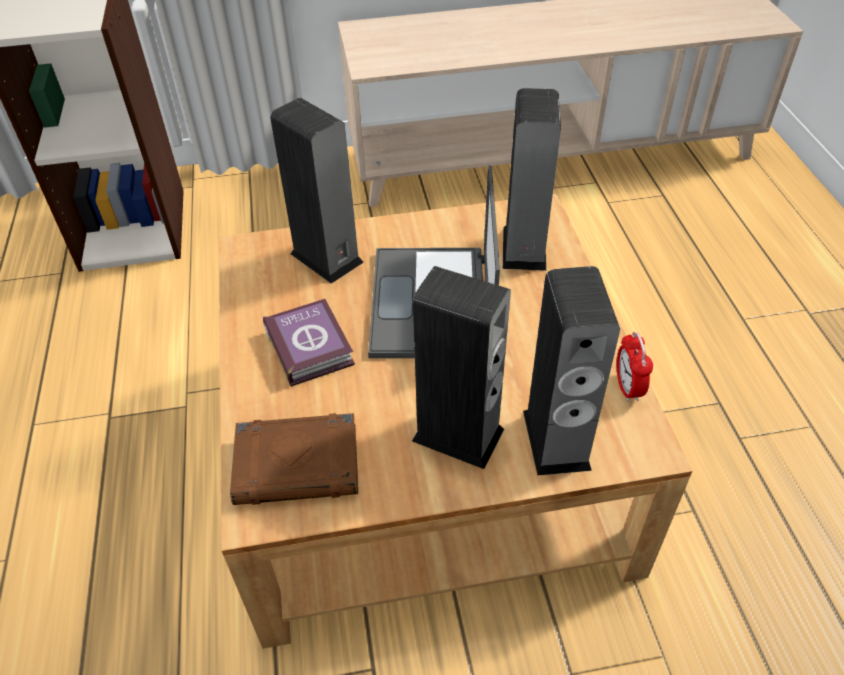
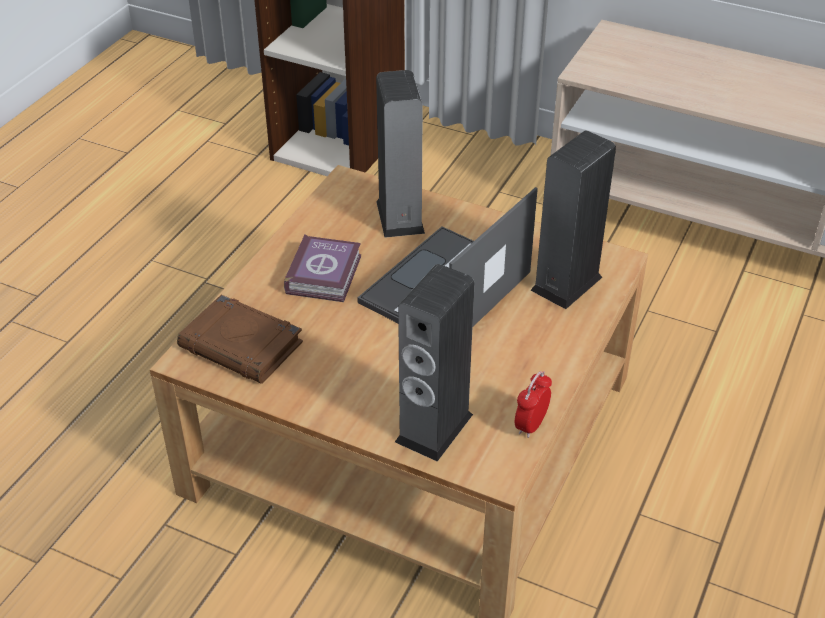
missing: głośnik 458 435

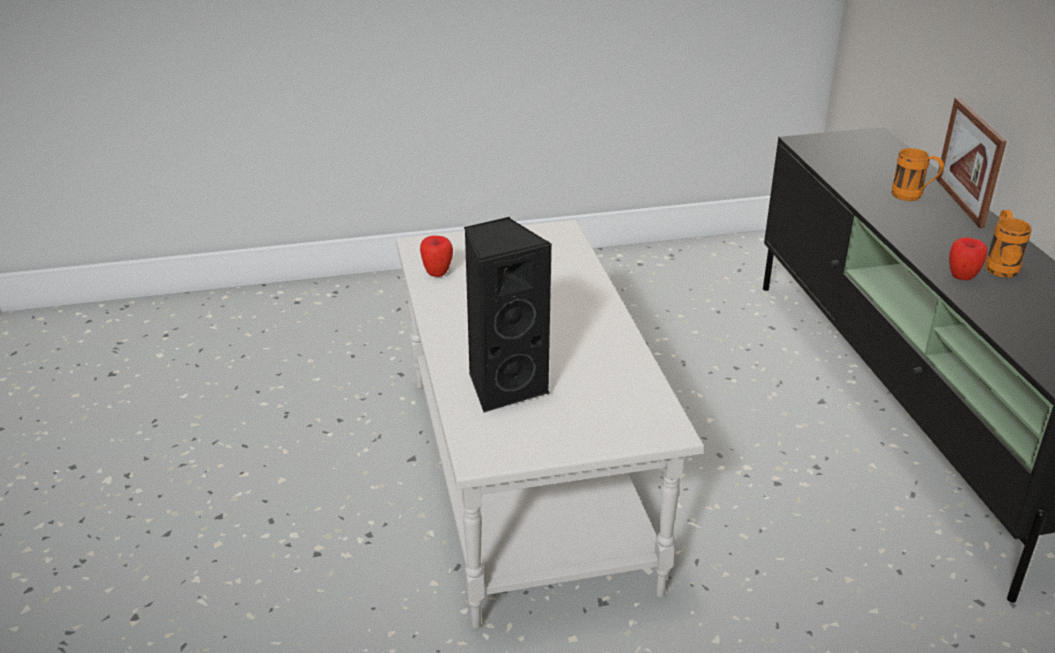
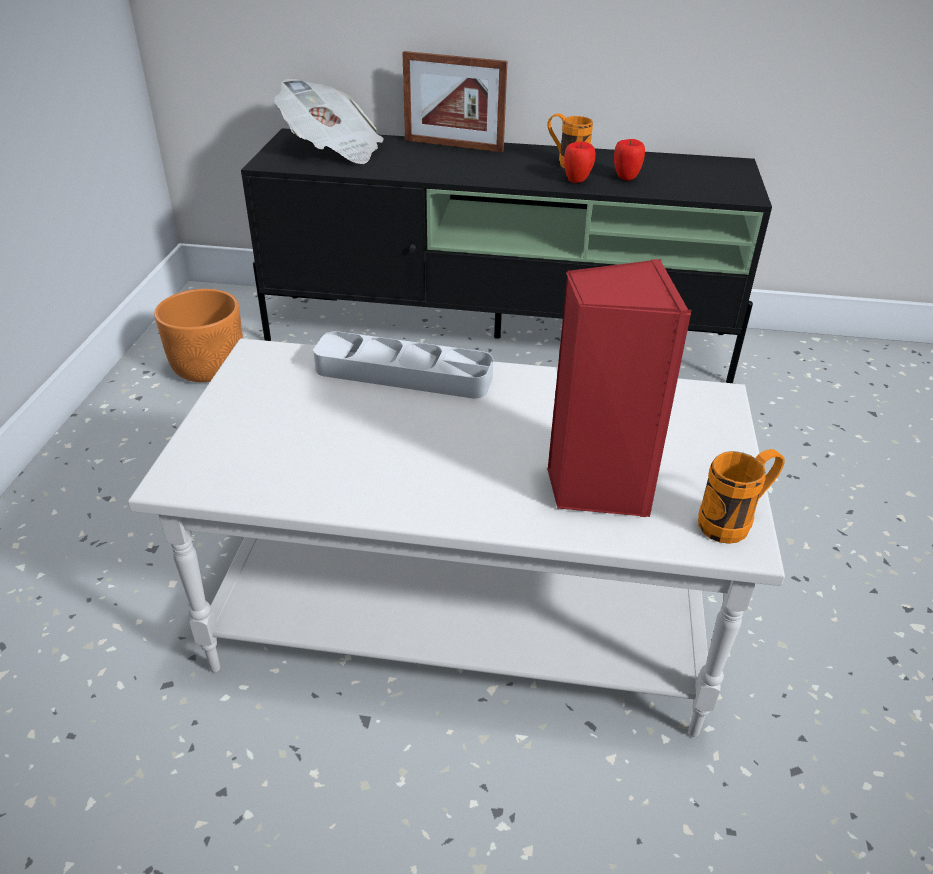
appeared: donica [pomarańczowy] 209 368; gazeta 333 149; taca [szary] 403 373
relocated: jabłko 437 273 to 626 177; kubek [pomarańczowy] 913 197 to 734 523
colour: głośnik [czarny] 504 386 to głośnik [czerwony] 596 486

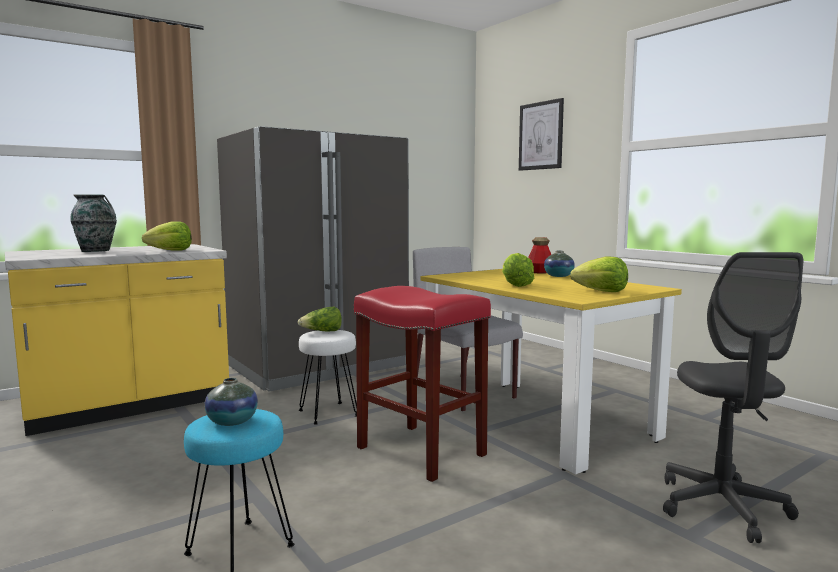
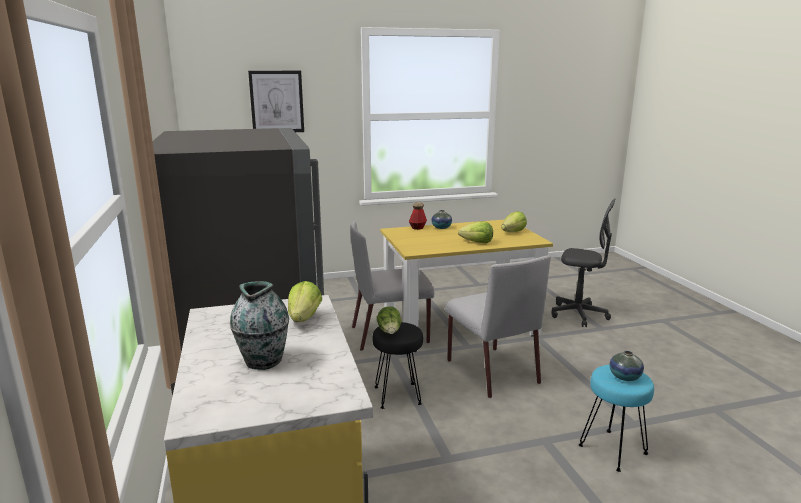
exchanged: stołek [czerwony] 419 451 to krzesło [szary] 491 371
colour: stołek [biały] 329 413 to stołek [czarny] 397 395

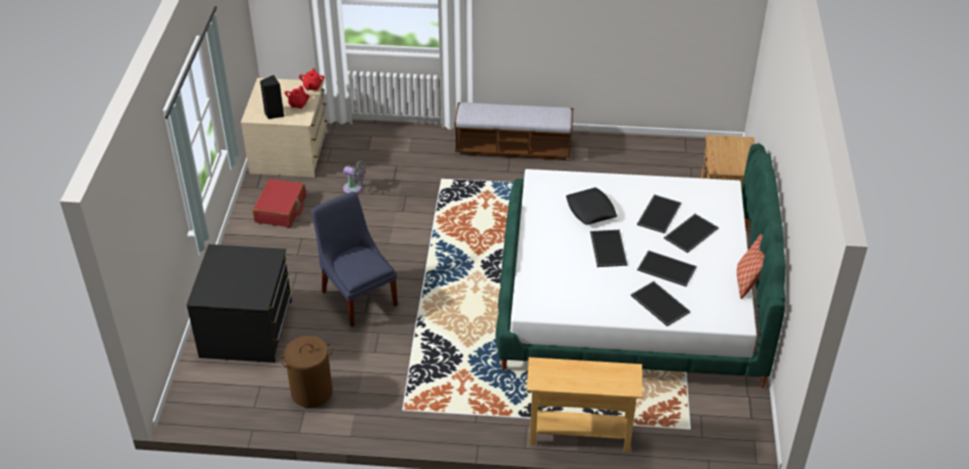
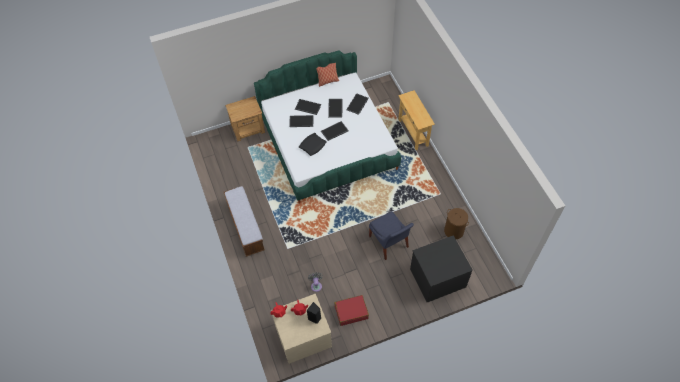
spun: krzesło [niebieski] 358 295 = 389 243 60 degrees counterclockwise

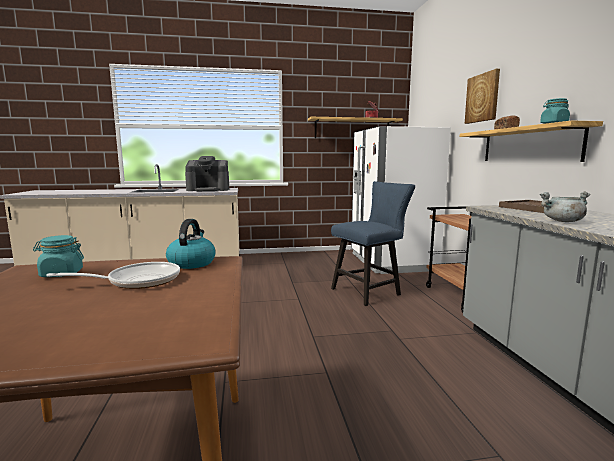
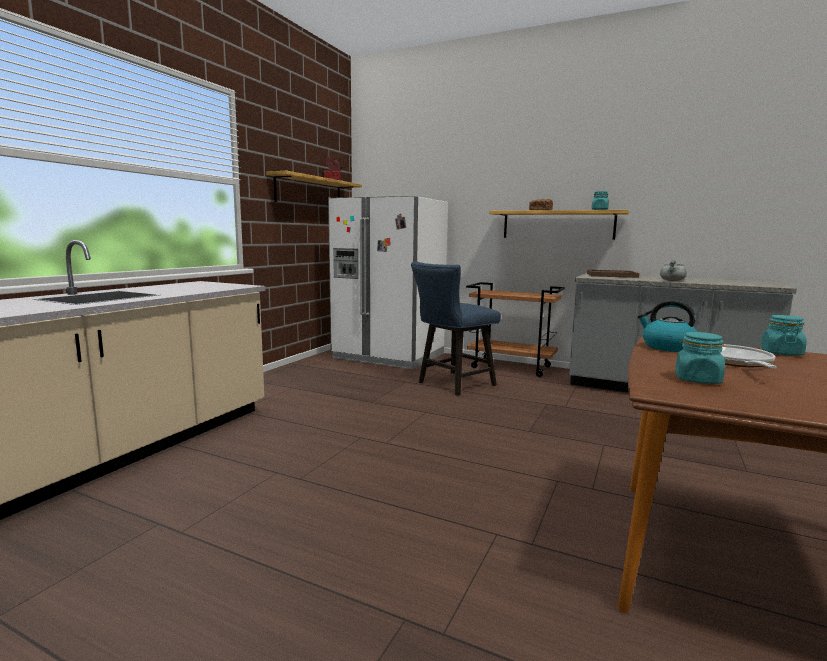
missing: ekspres do kawy 208 189; obraz 482 98
appeared: słoik [turkusowy] 781 353
spun: krzesło [niebieski] 369 291 = 452 384 135 degrees counterclockwise

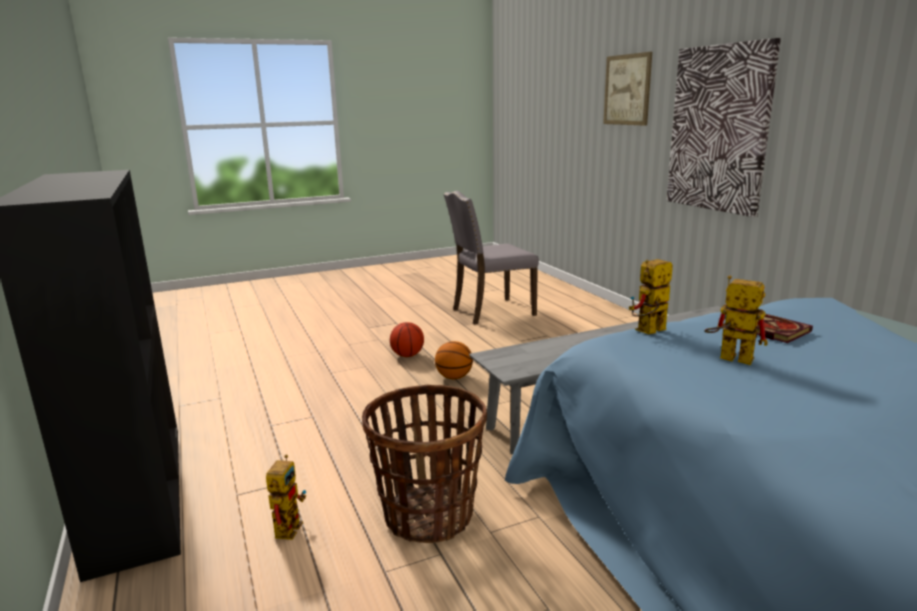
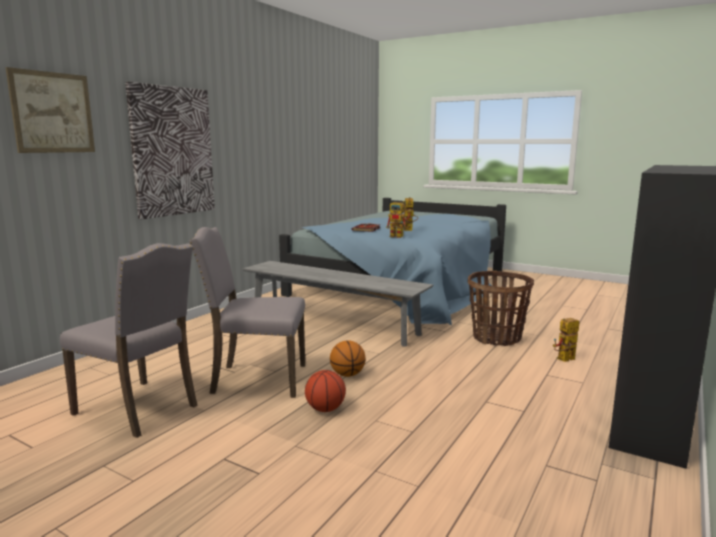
appeared: krzesło [szary] 257 379

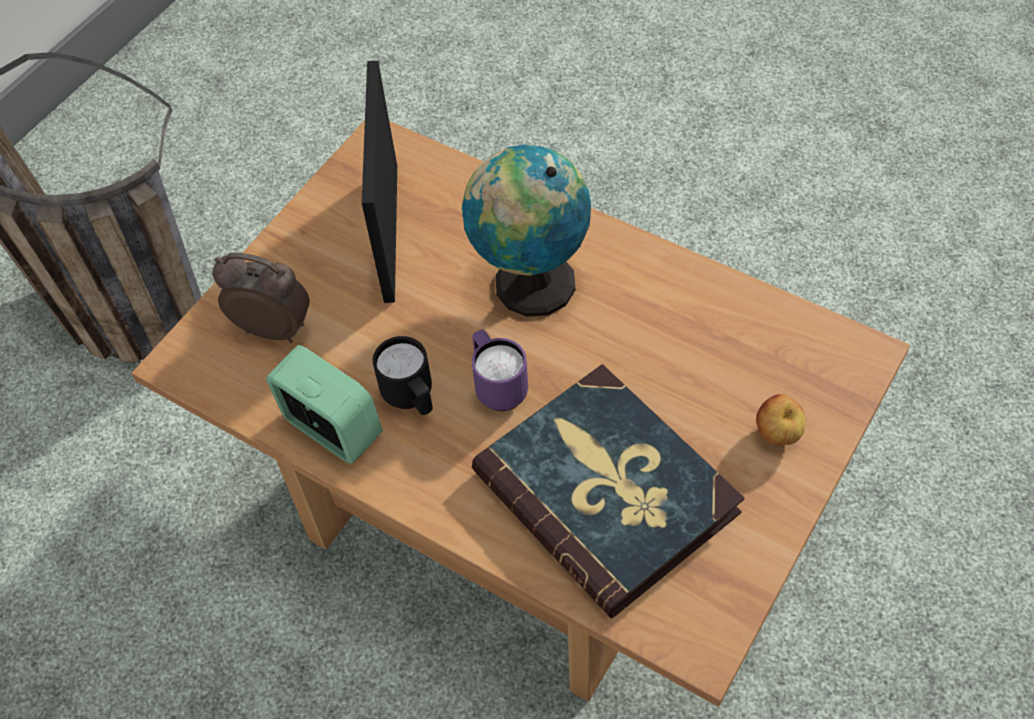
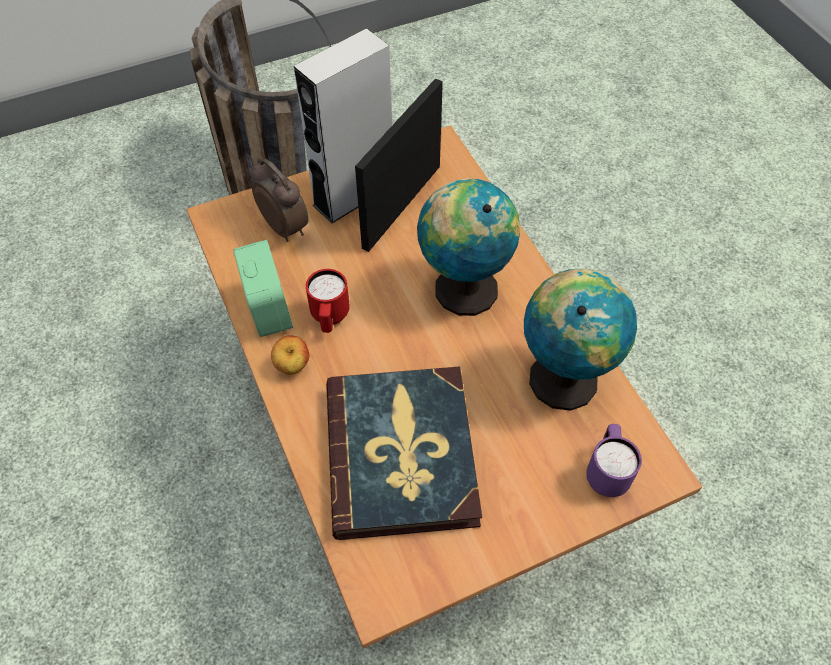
appeared: głośnik [szary] 354 194; globus 564 376
relocated: kubek [fioletowy] 498 387 to 606 472; jabłko 777 434 to 292 366
colour: kubek [czarny] 411 398 to kubek [czerwony] 329 318

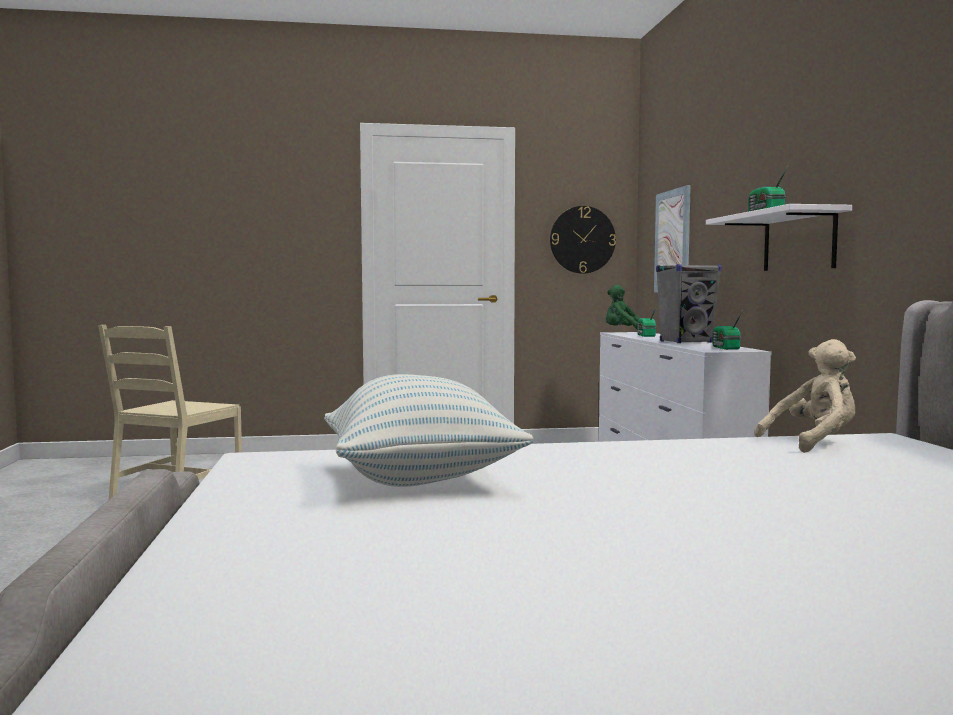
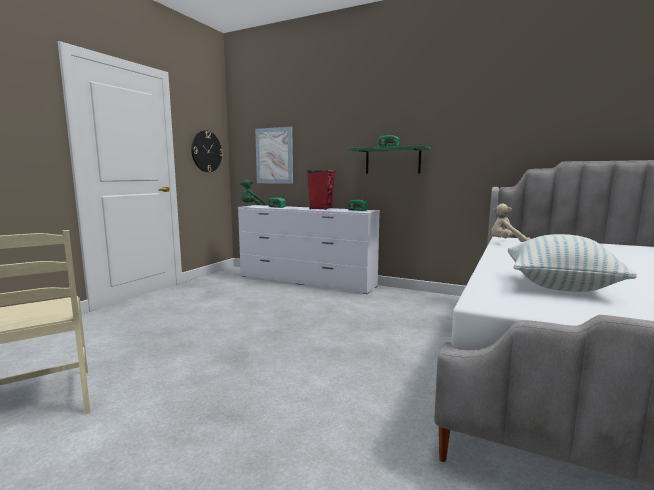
colour: głośnik [szary] 686 342 to głośnik [czerwony] 321 209; półka [biały] 799 241 to półka [zielony] 392 160
spun: pluszak [beżowy] 814 442 = 507 243 90 degrees counterclockwise

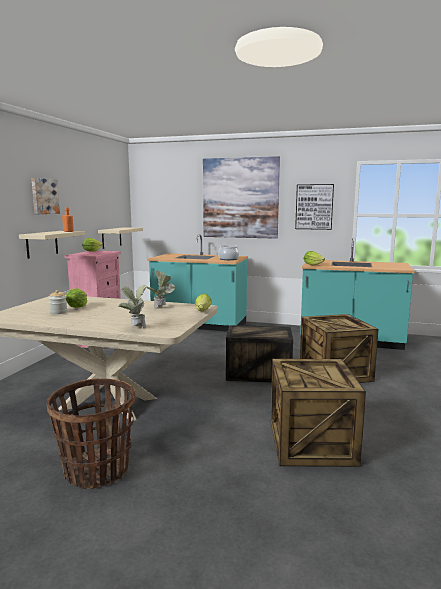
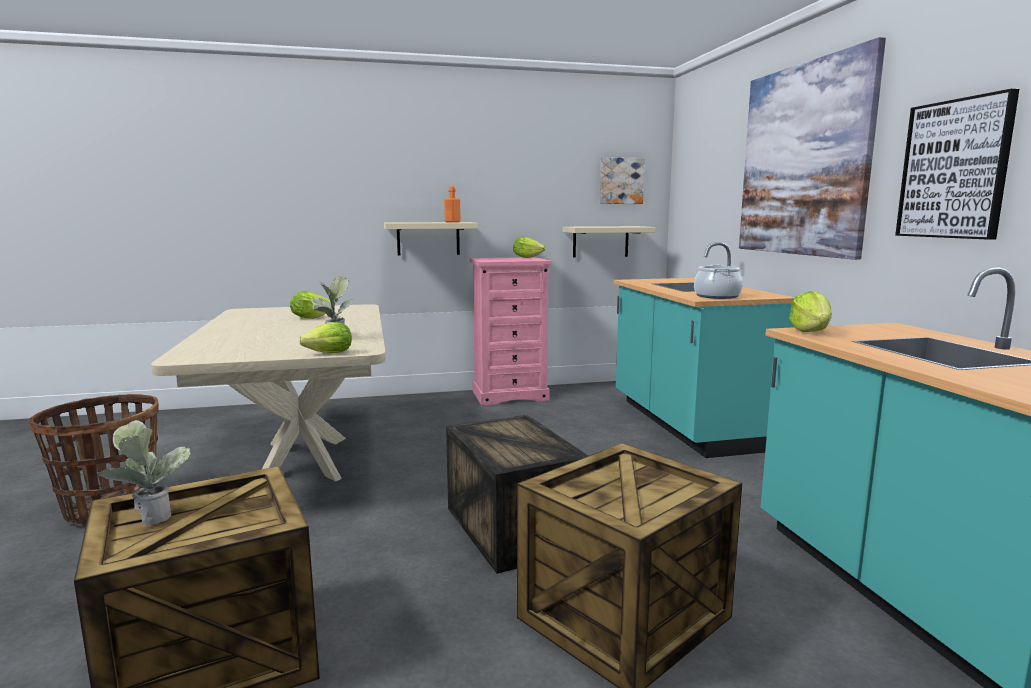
missing: słoik 58 312
relocated: obraz 44 196 to 621 181; roślina doniczkowa 135 328 to 150 516

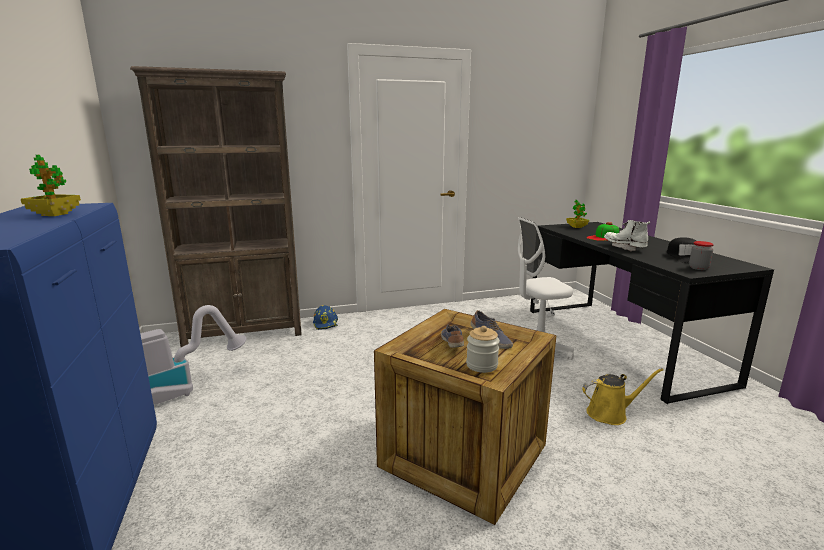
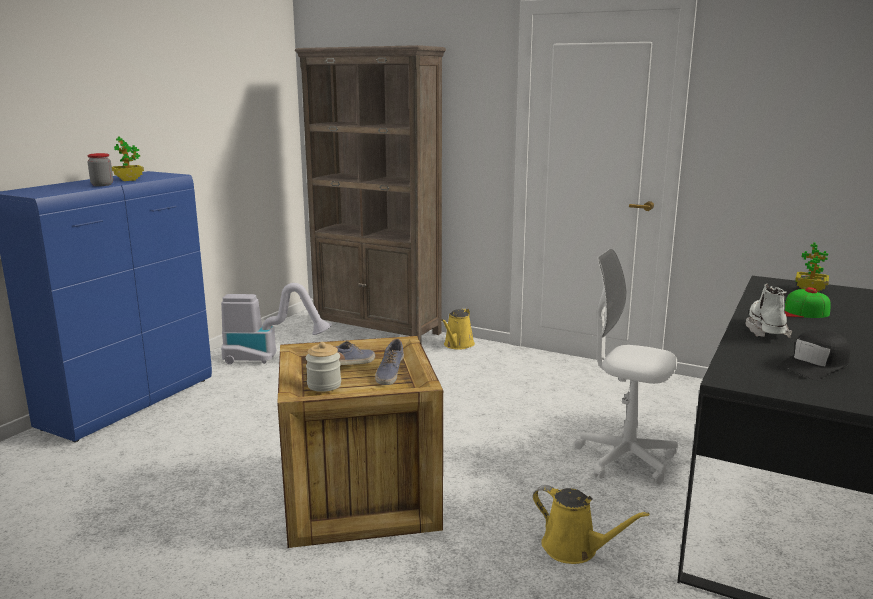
relocated: słoik 698 268 to 102 185
exchanged: kask [niebieski] 326 324 to konewka [żółty] 458 345

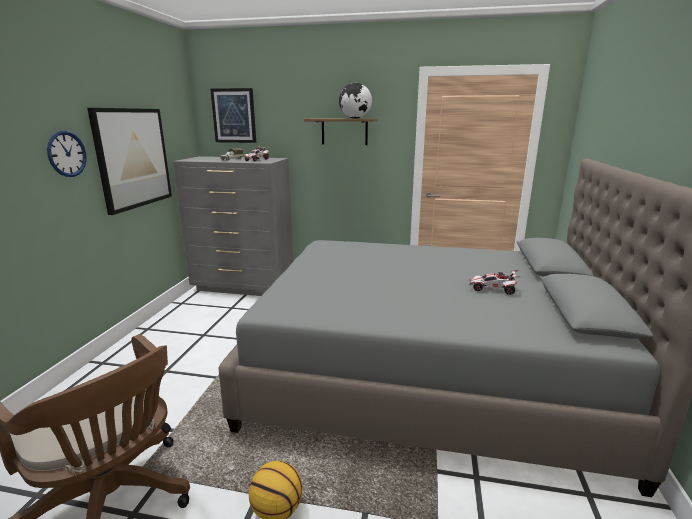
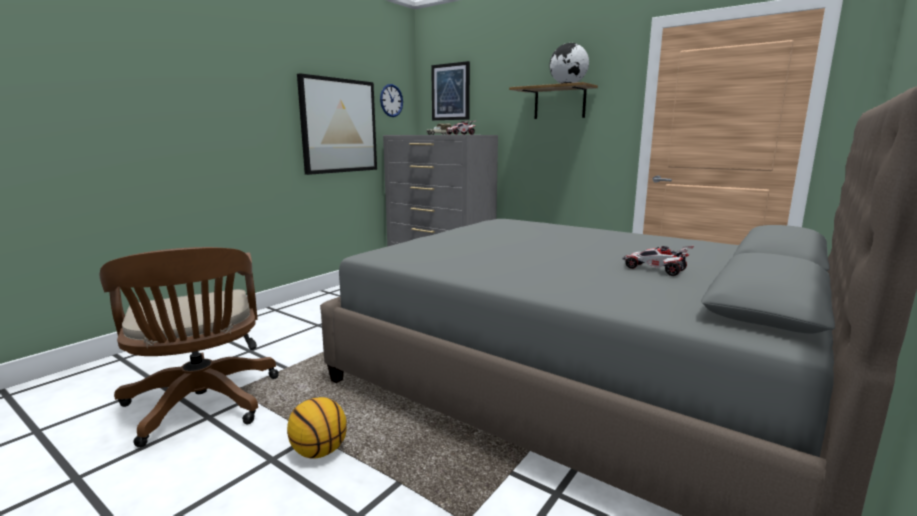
relocated: zegar ścienny 67 154 to 391 100

